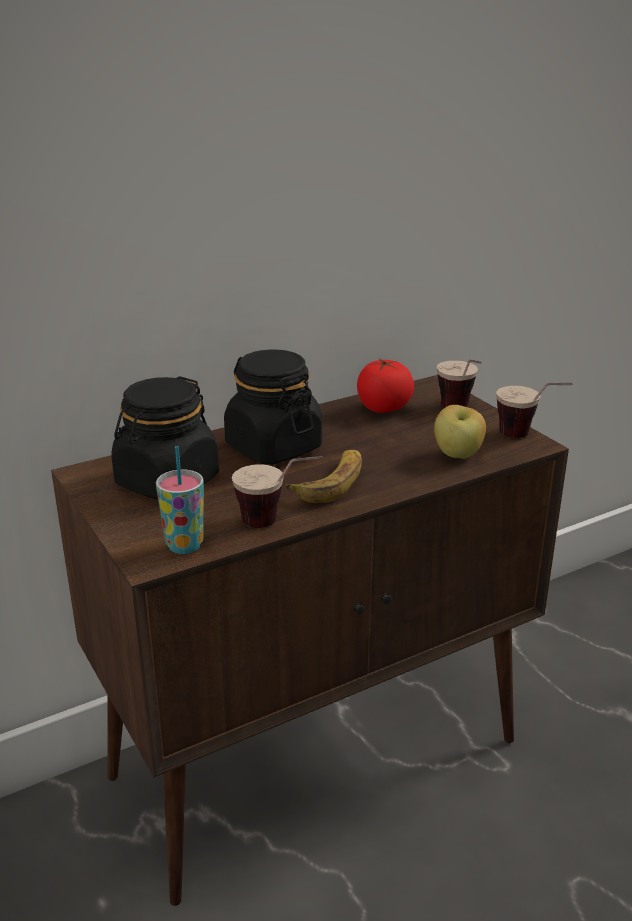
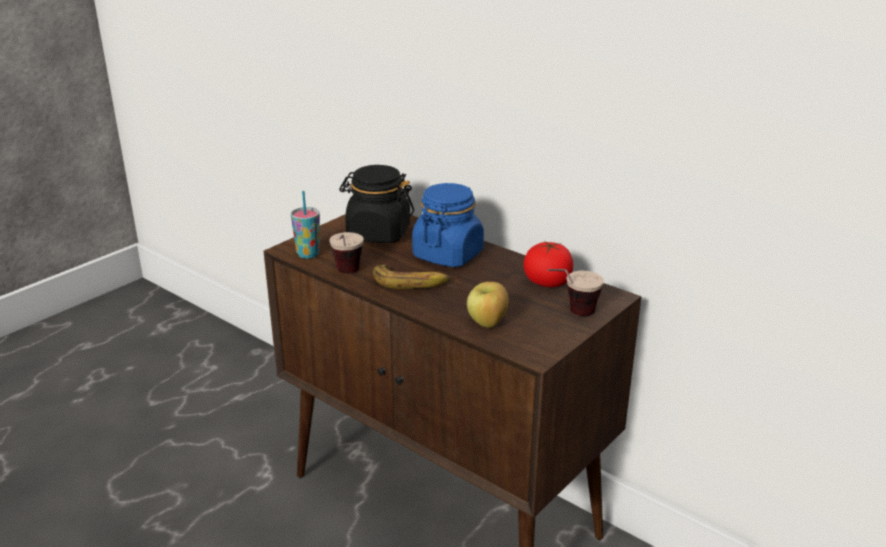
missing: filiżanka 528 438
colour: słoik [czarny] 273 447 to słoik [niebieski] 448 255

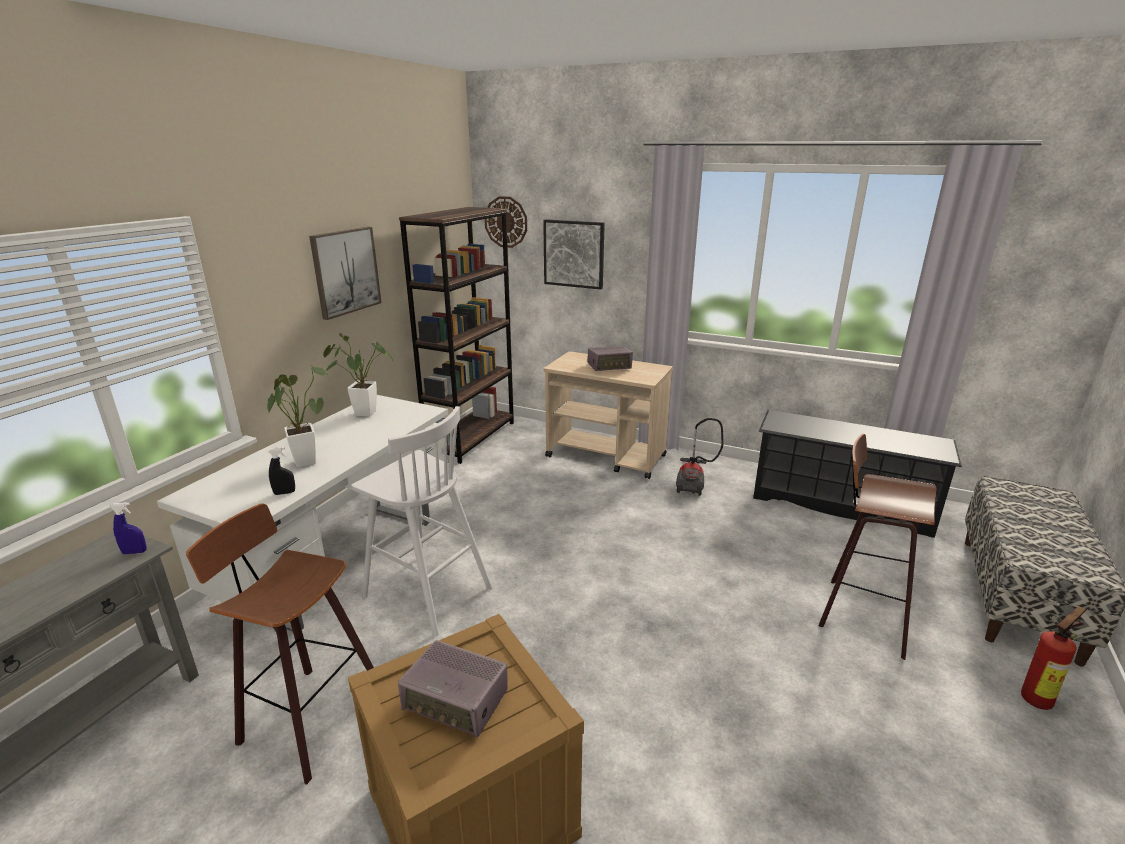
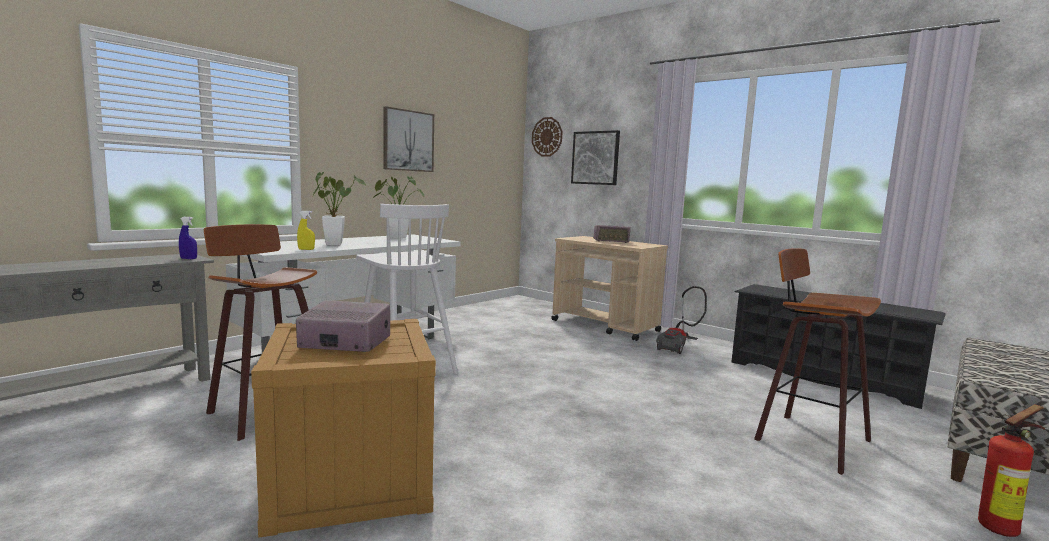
missing: regał [brązowy] 471 438
colour: spryskiwacz [czarny] 284 493 to spryskiwacz [żółty] 306 249
spun: radio 456 702 = 345 343 150 degrees clockwise

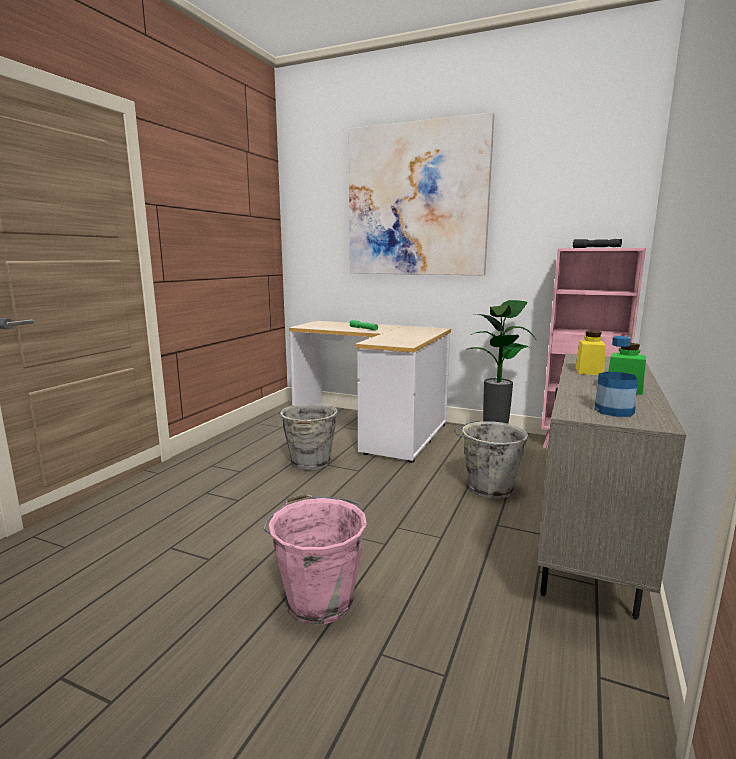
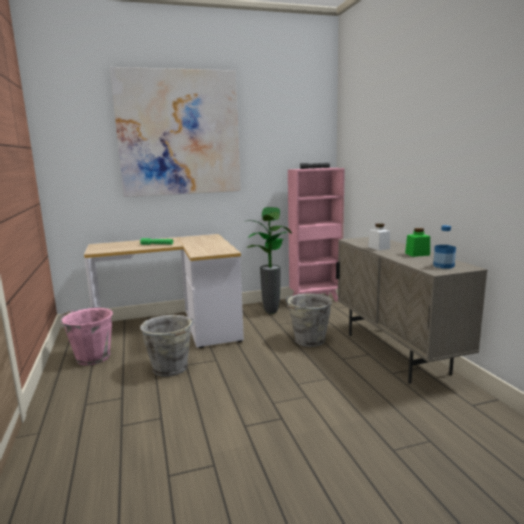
relocated: wiadro [różowy] 319 599 to 92 357
colour: słoik [żółty] 589 371 to słoik [biały] 378 248

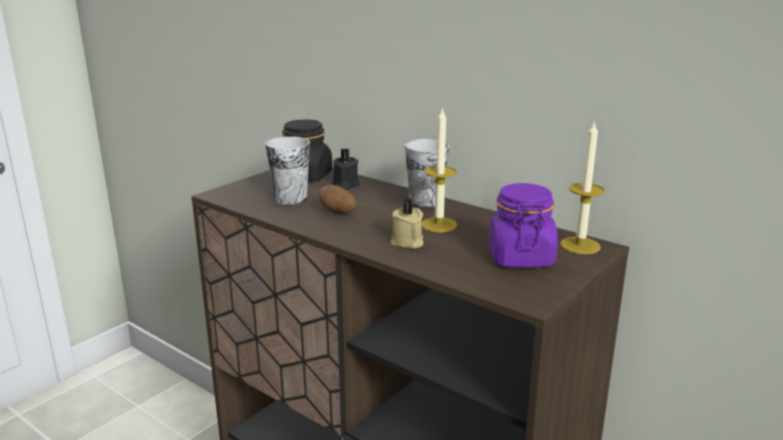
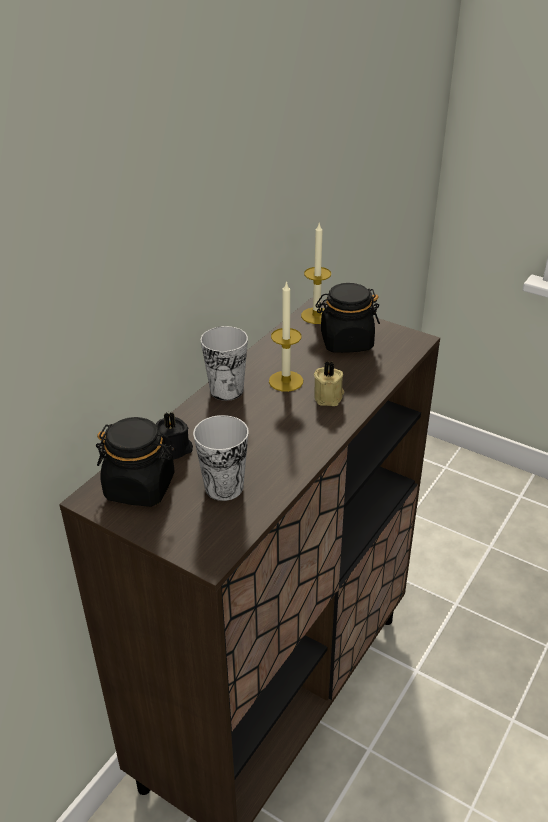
missing: ziemniak 337 213
colour: słoik [fioletowy] 520 257 to słoik [czarny] 346 342

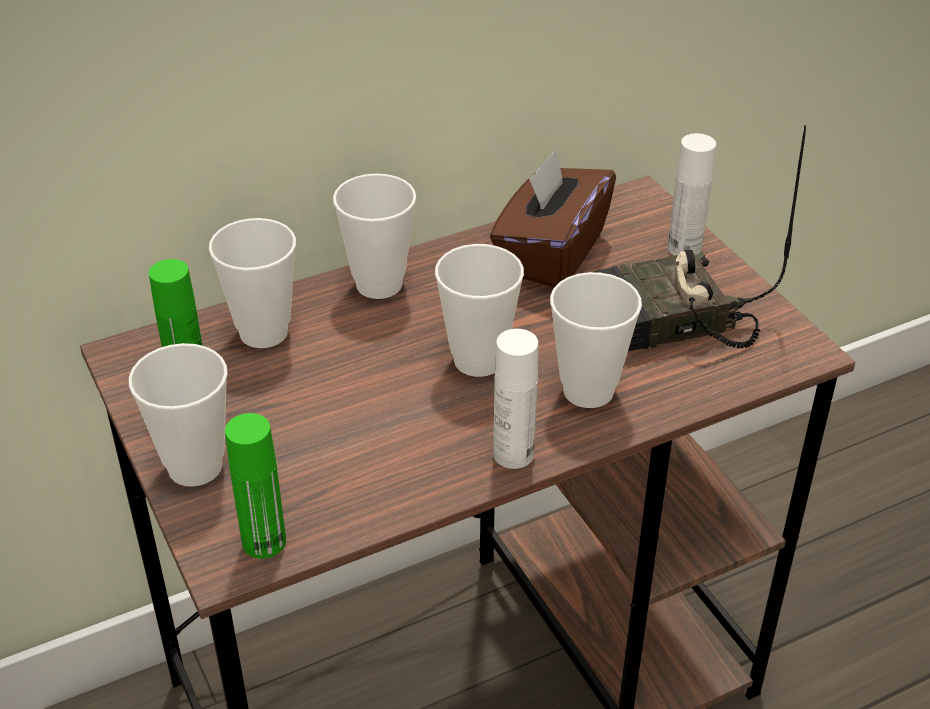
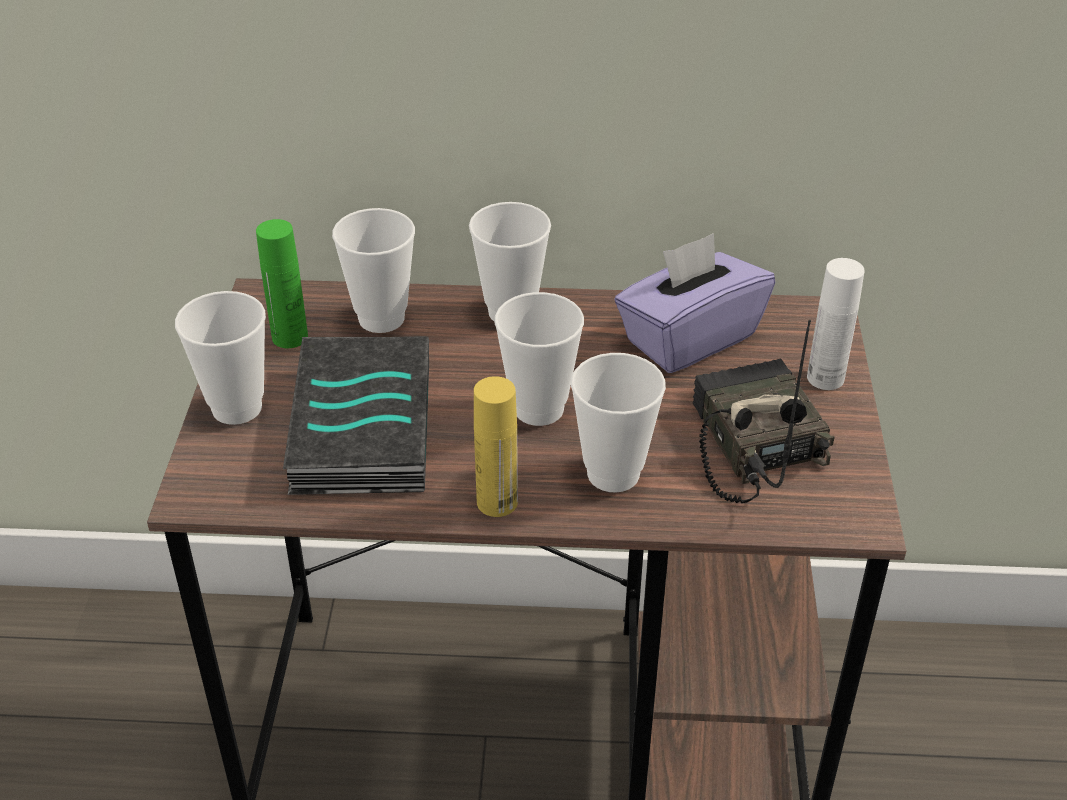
missing: butelka [zielony] 264 542
appeared: książka 358 425
colour: pudełko chusteczek [brązowy] 550 253 to pudełko chusteczek [fioletowy] 689 338; butelka [biały] 513 454 to butelka [żółty] 497 502
spun: radio 673 322 = 750 442 60 degrees clockwise

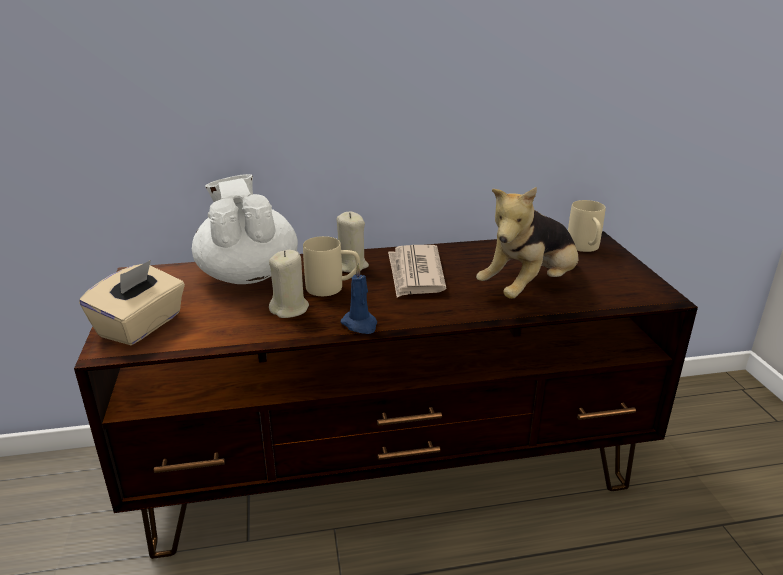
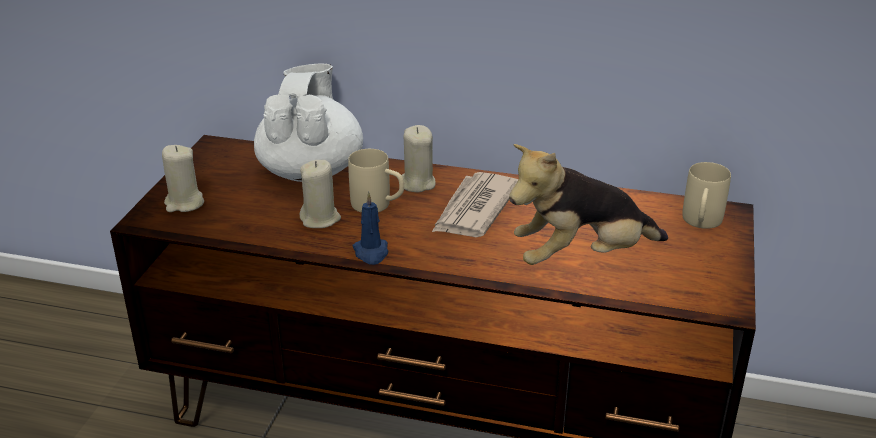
exchanged: pudełko chusteczek [beżowy] 141 325 to świeca [beżowy] 184 203

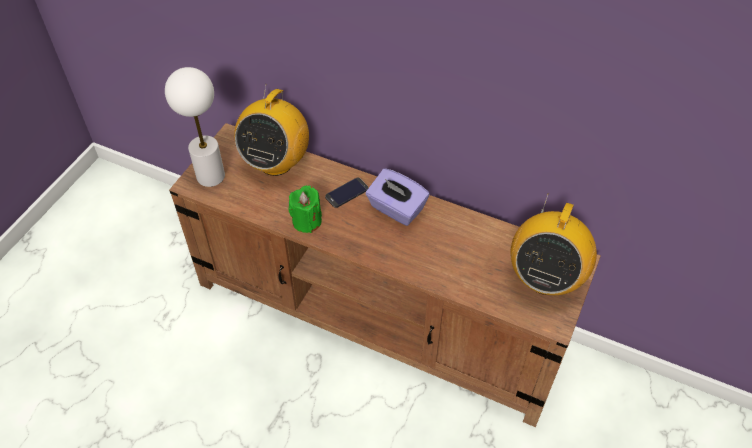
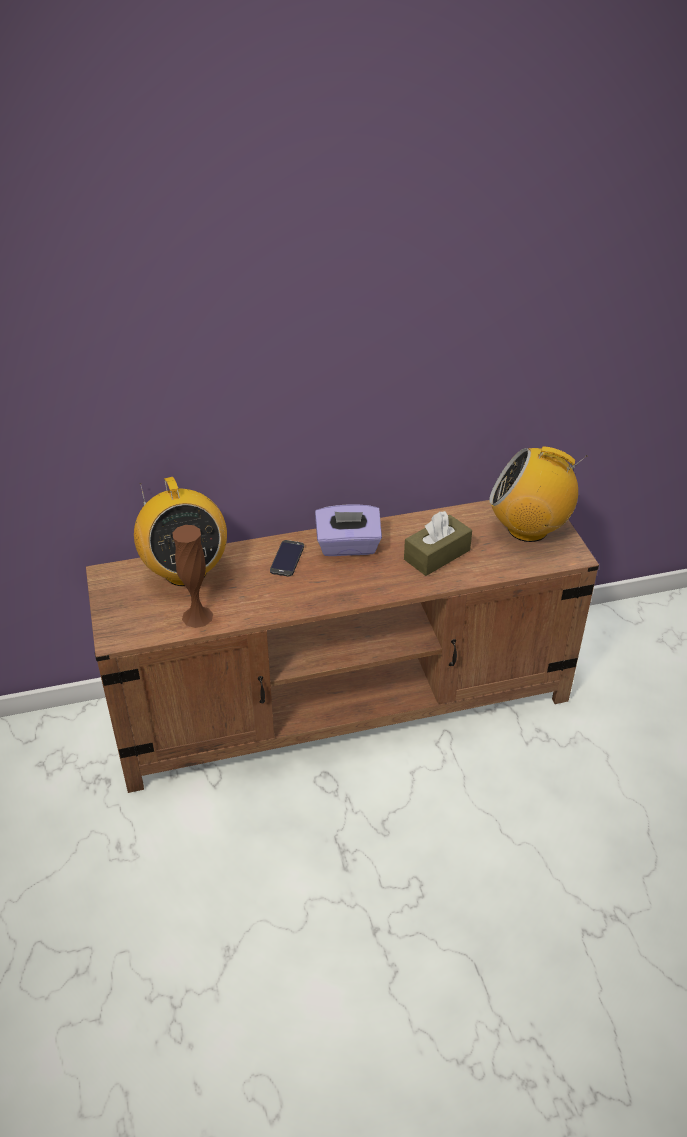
missing: lampa stołowa [biały] 211 176; świeca [zielony] 307 221
appeared: wazon [brązowy] 197 616; pudełko chusteczek [brązowy] 437 555
spun: radio 545 278 = 528 528 120 degrees clockwise

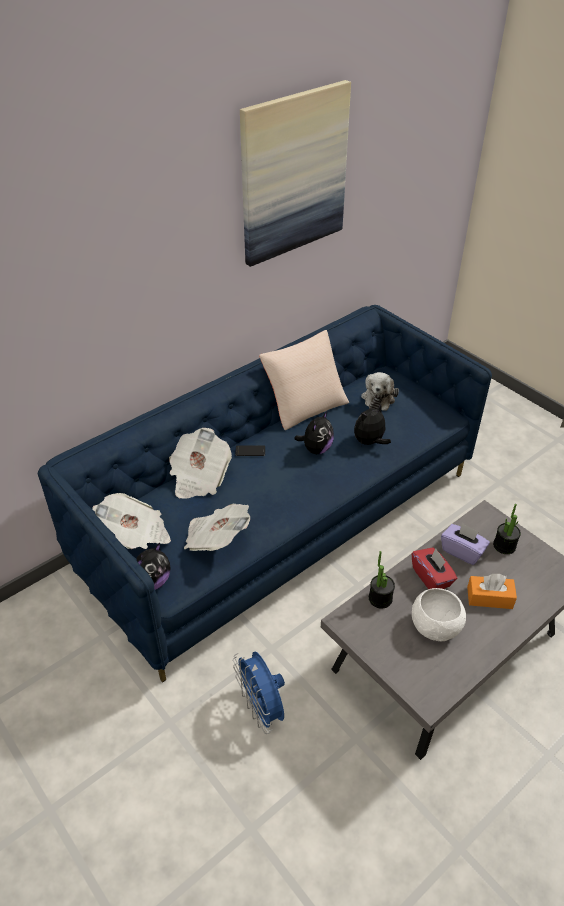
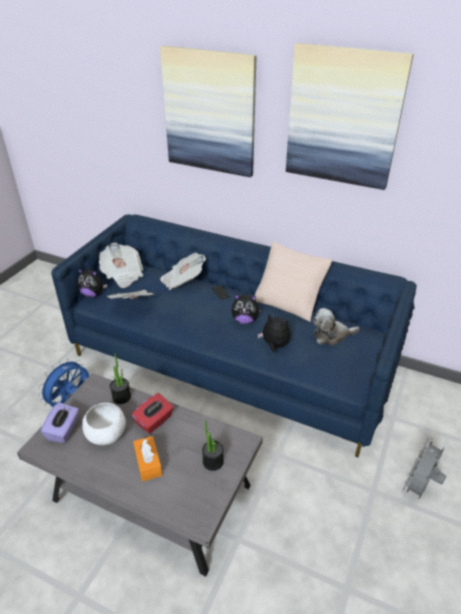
appeared: obraz 210 112; wentylator [szary] 418 488
relocated: pudełko chusteczek [fioletowy] 462 551 to 63 430

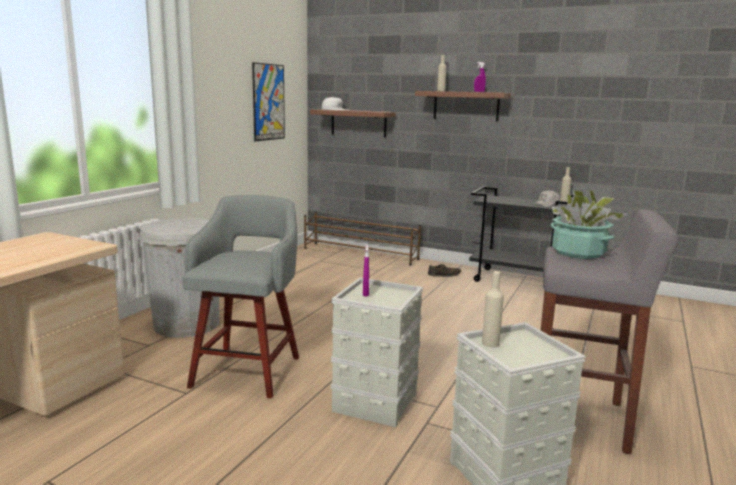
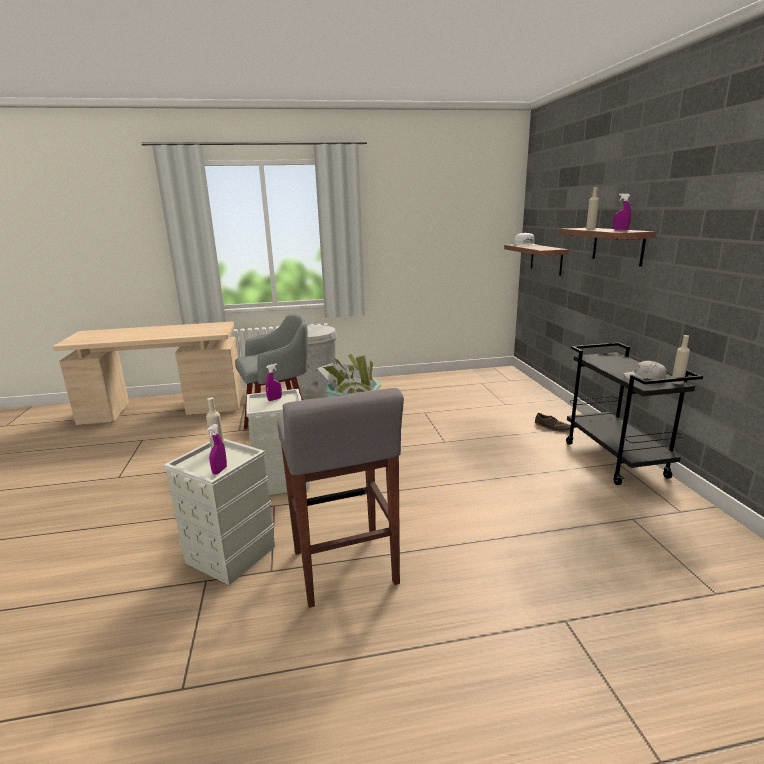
missing: obraz 268 102; regał na buty [brązowy] 360 254
appeared: spryskiwacz [fioletowy] 220 470

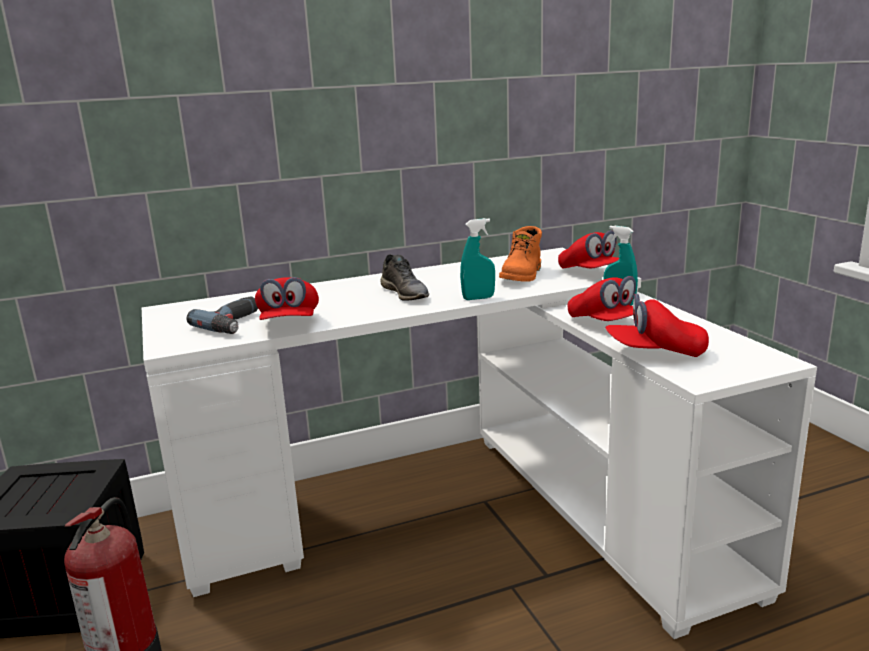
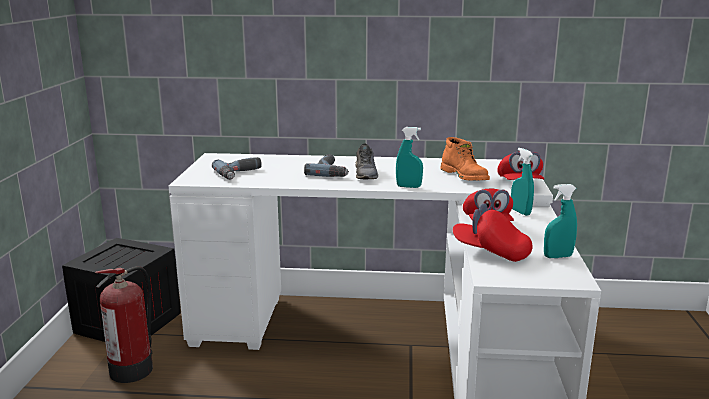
missing: czapka z daszkiem [czerwony] 289 324
appeared: wiertarka 331 171; spryskiwacz [turkusowy] 558 256
spun: but z cholewką [pomarańczowy] 522 275 = 465 176 75 degrees counterclockwise

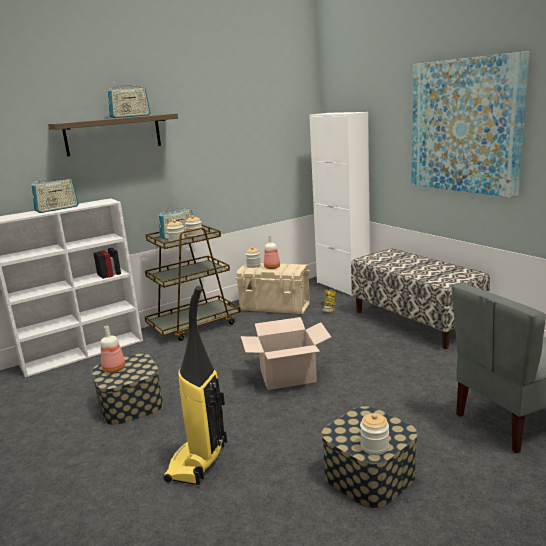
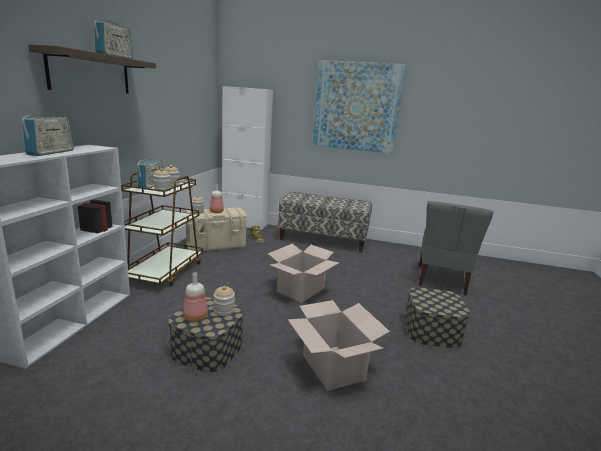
relocated: słoik 374 447 to 224 311
exchanged: odkurzacz 198 462 to karton 333 367

